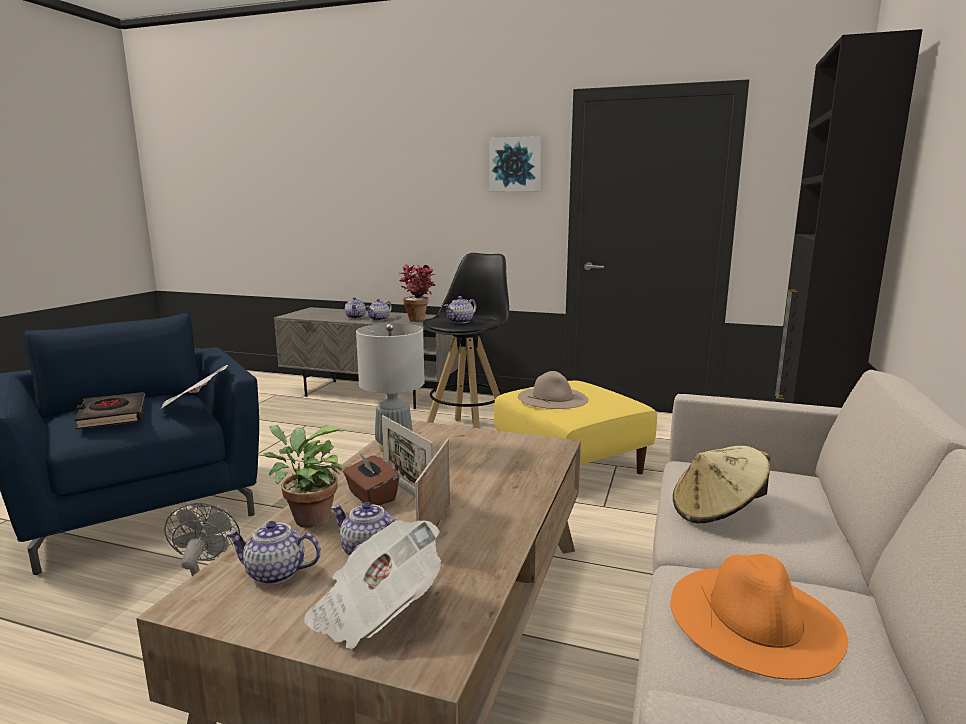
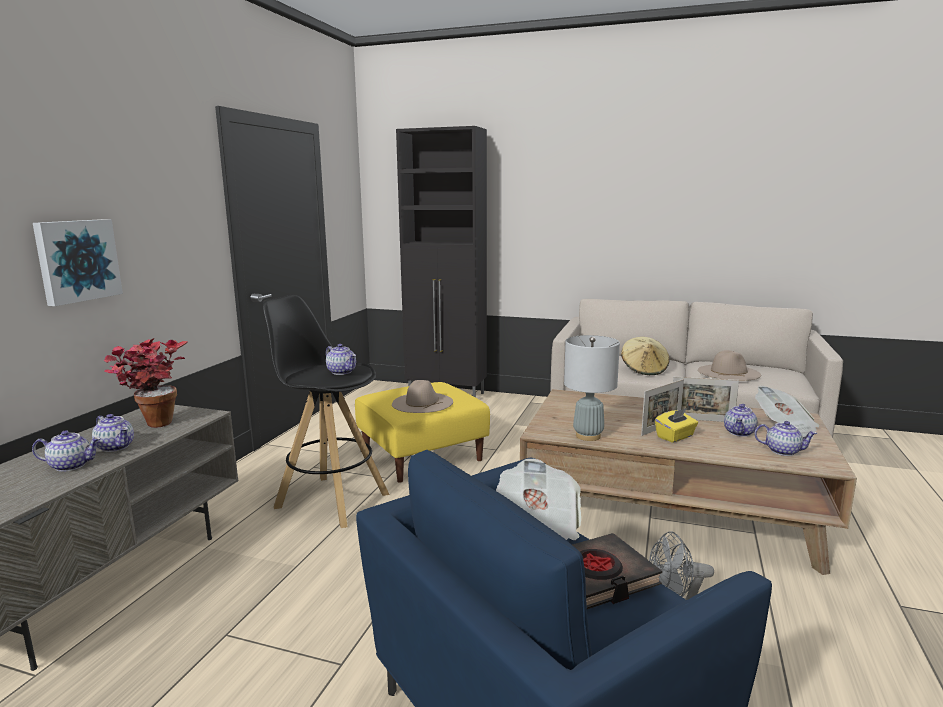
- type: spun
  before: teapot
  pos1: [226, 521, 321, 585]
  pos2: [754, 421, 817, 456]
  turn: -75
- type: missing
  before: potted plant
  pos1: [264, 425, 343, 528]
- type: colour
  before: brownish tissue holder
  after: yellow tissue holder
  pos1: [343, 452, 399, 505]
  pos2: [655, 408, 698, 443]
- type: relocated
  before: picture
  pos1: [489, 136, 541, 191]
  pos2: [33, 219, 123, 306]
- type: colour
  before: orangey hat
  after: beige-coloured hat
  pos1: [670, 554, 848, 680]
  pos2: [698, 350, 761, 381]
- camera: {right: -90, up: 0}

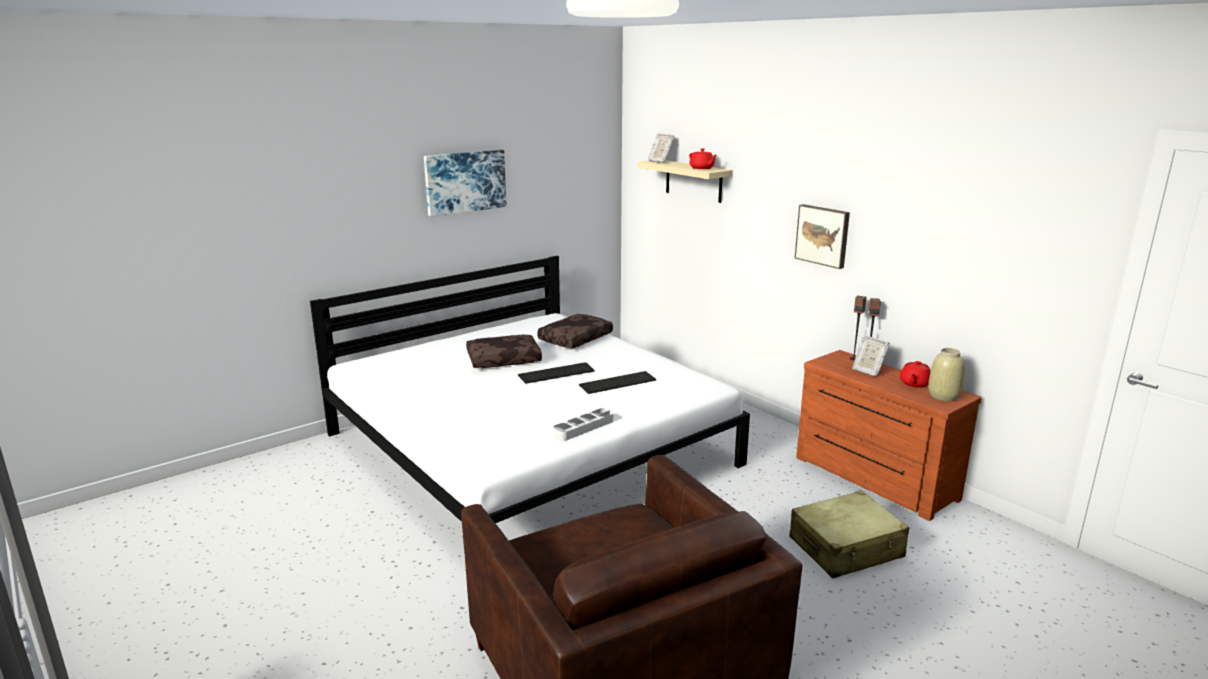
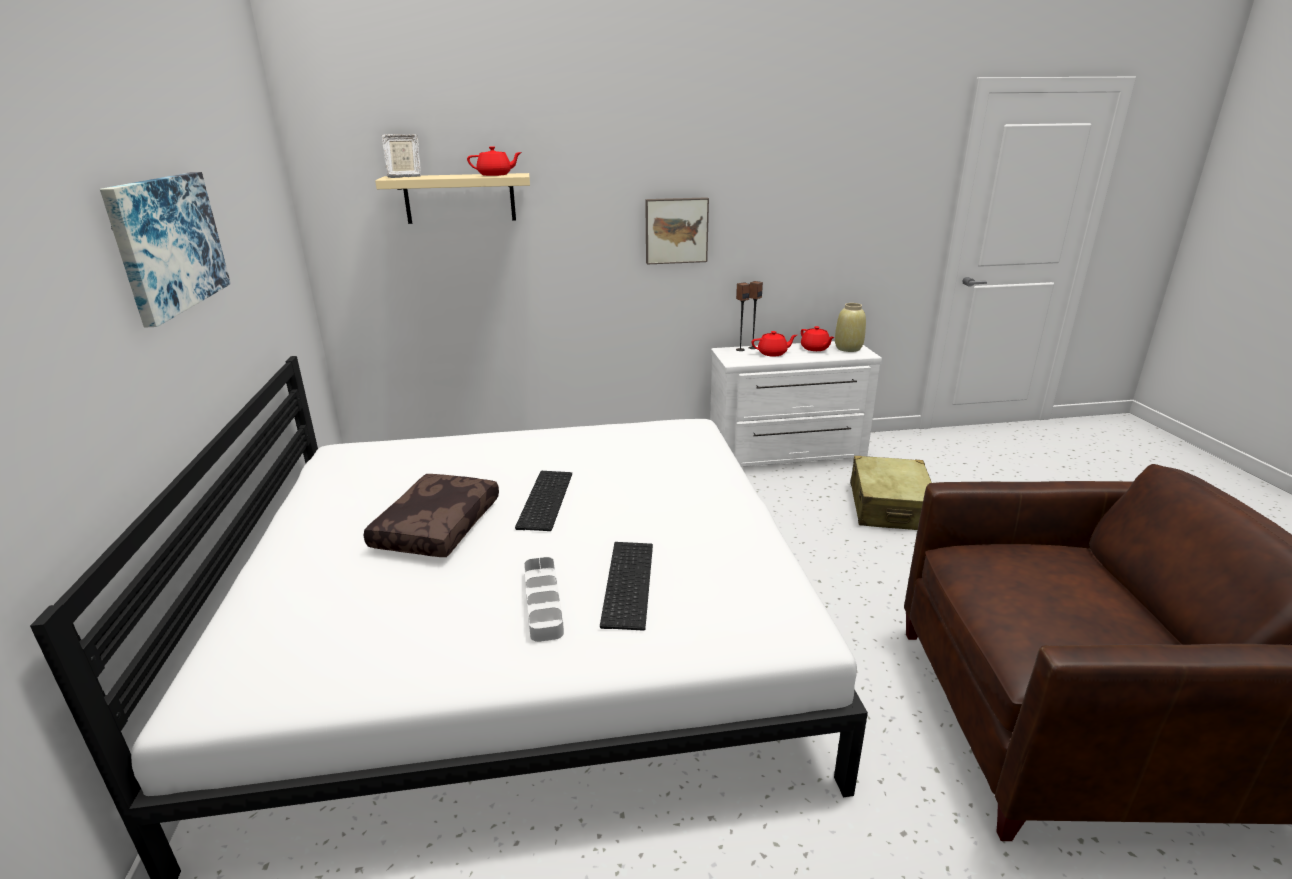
- type: missing
  before: brownish pillow
  pos1: [537, 314, 613, 348]
- type: relocated
  before: greyish serving tray
  pos1: [553, 408, 614, 441]
  pos2: [524, 557, 564, 642]
- type: relocated
  before: keyboard
  pos1: [579, 371, 656, 394]
  pos2: [600, 542, 653, 631]
- type: colour
  before: brownish chest of drawers
  after: whitish chest of drawers
  pos1: [796, 350, 982, 521]
  pos2: [710, 341, 882, 467]
- type: exchanged
  before: picture frame
  after: red-coloured teapot
  pos1: [852, 335, 890, 377]
  pos2: [752, 331, 797, 356]
- camera: {right: -60, up: 5}

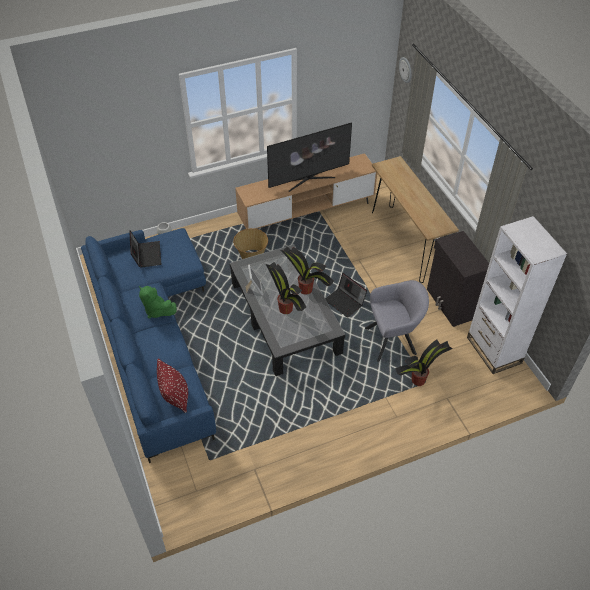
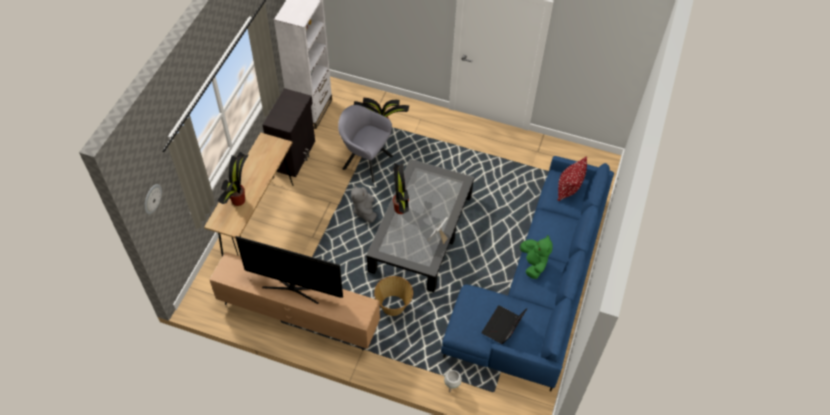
- type: relocated
  before: potted plant
  pos1: [266, 262, 306, 314]
  pos2: [218, 152, 248, 206]
- type: exchanged
  before: notebook computer
  after: greyish cuddly toy
  pos1: [325, 273, 367, 318]
  pos2: [351, 185, 377, 223]
- camera: {right: -140, up: 5}

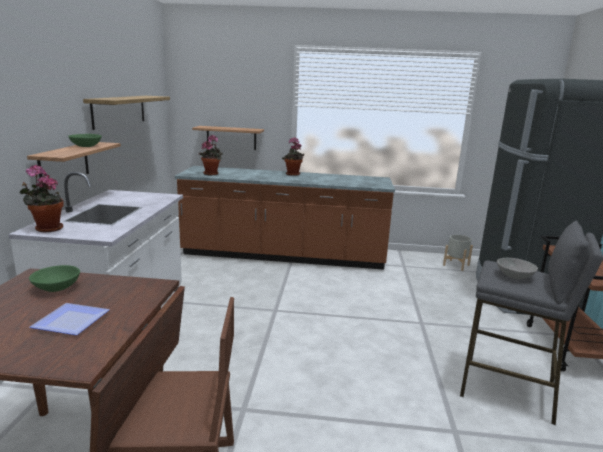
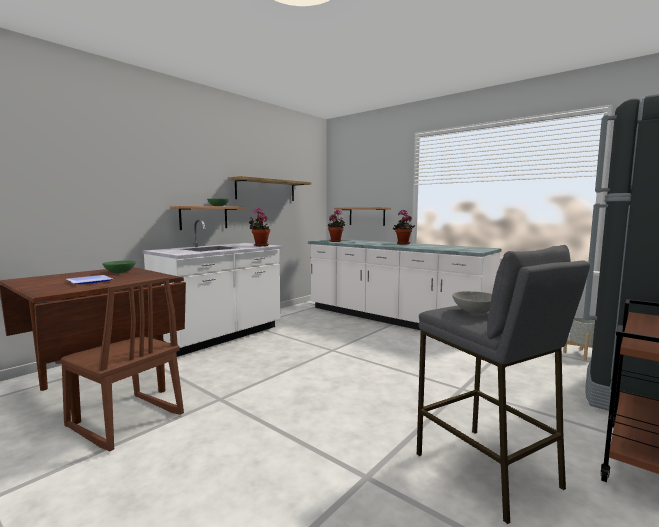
- type: relocated
  before: potted plant
  pos1: [19, 165, 64, 232]
  pos2: [249, 208, 270, 246]
- type: colour
  before: brownish kitchen base unit
  after: whitish kitchen base unit
  pos1: [175, 166, 395, 270]
  pos2: [308, 239, 501, 330]
- camera: {right: 35, up: -10}

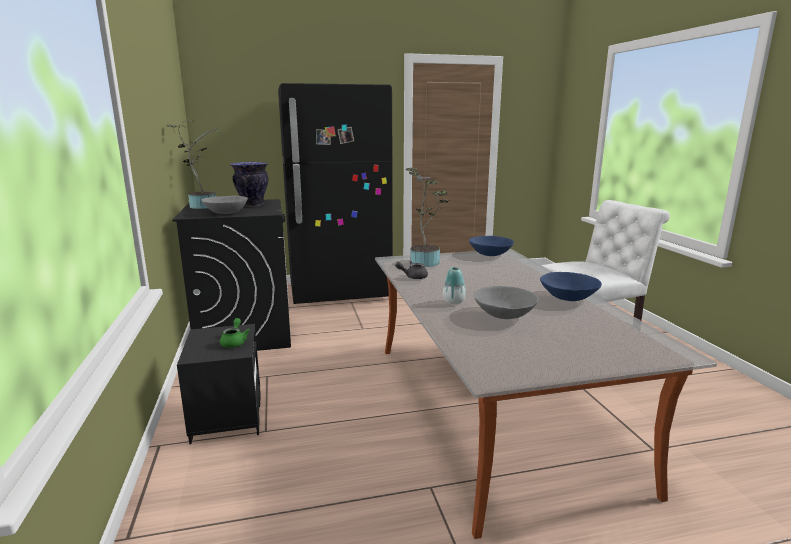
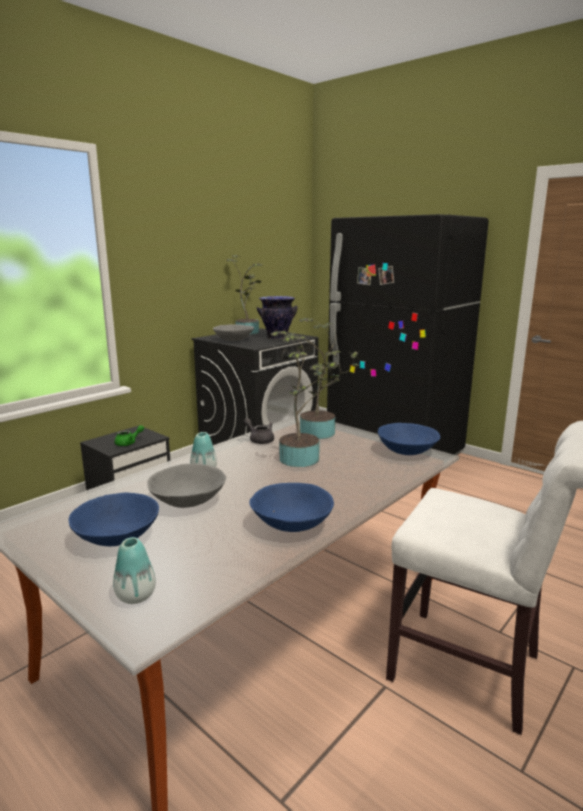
- type: appeared
  after: blue-coloured bowl
  pos2: [68, 493, 159, 546]
- type: appeared
  after: flower vase
  pos2: [113, 537, 156, 604]
- type: appeared
  after: potted plant
  pos2: [270, 331, 340, 467]
- camera: {right: 55, up: 0}

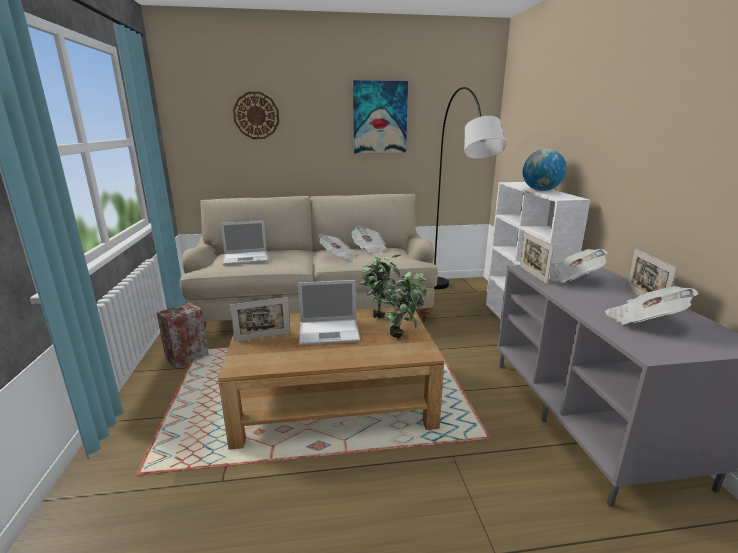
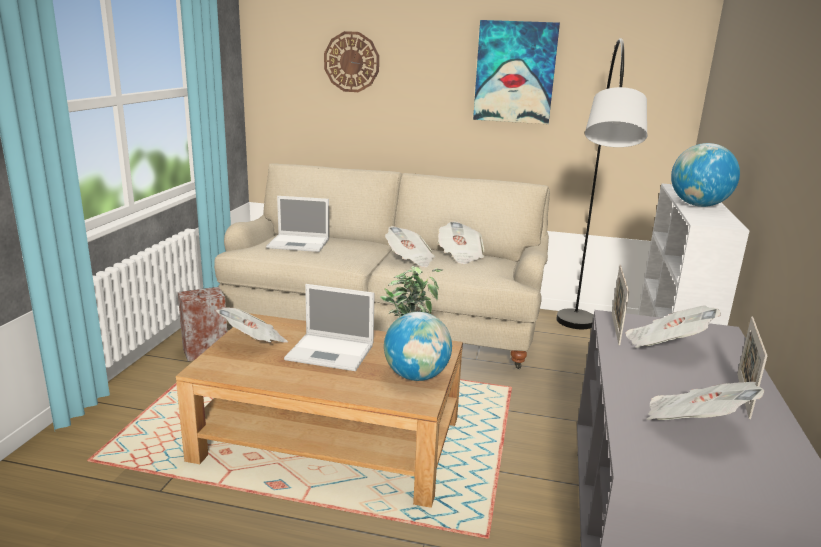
- type: exchanged
  before: picture frame
  after: printed paper
  pos1: [230, 297, 291, 342]
  pos2: [216, 308, 289, 343]
- type: exchanged
  before: potted plant
  after: desk globe
  pos1: [383, 272, 429, 338]
  pos2: [384, 312, 452, 381]
- camera: {right: 20, up: 0}

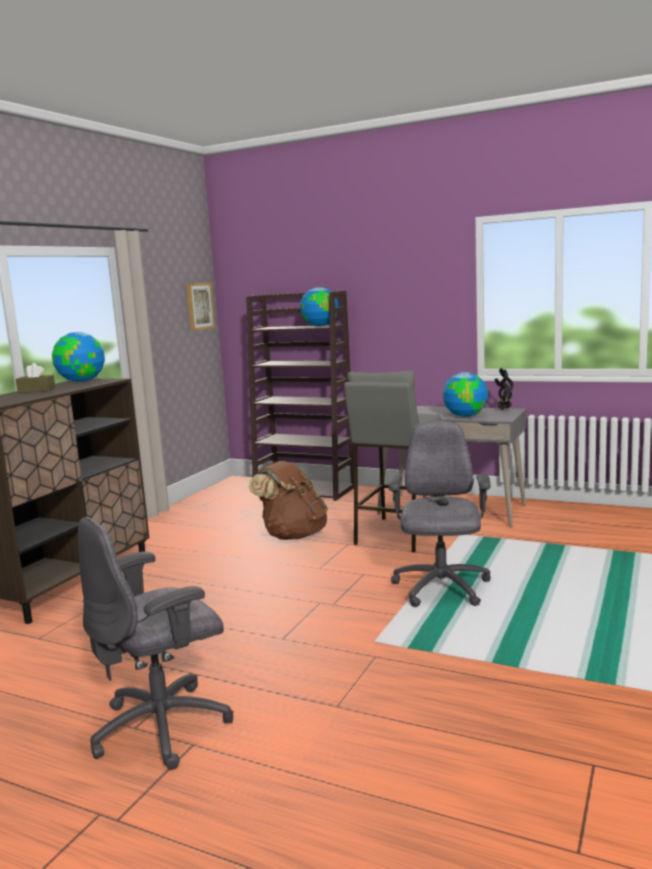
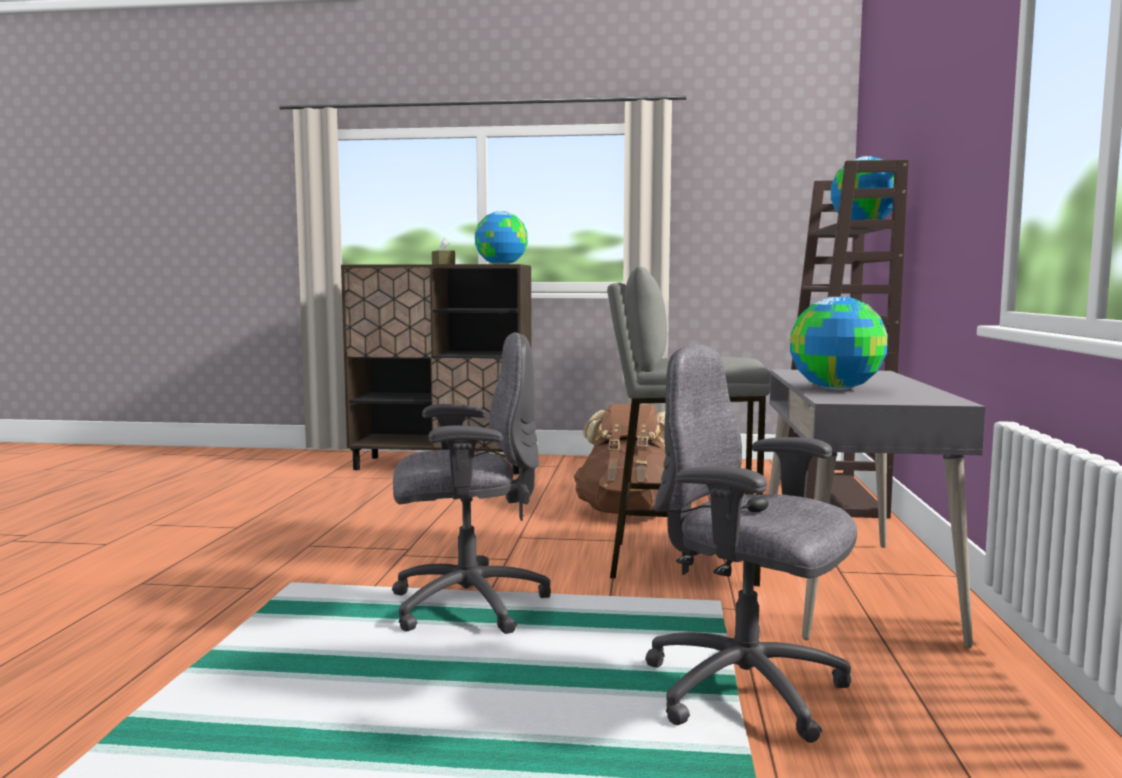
- type: relocated
  before: greyish desk chair
  pos1: [78, 516, 233, 770]
  pos2: [645, 344, 857, 743]
- type: missing
  before: picture
  pos1: [186, 283, 215, 331]
- type: missing
  before: potted plant
  pos1: [494, 368, 514, 410]
- camera: {right: 70, up: -5}

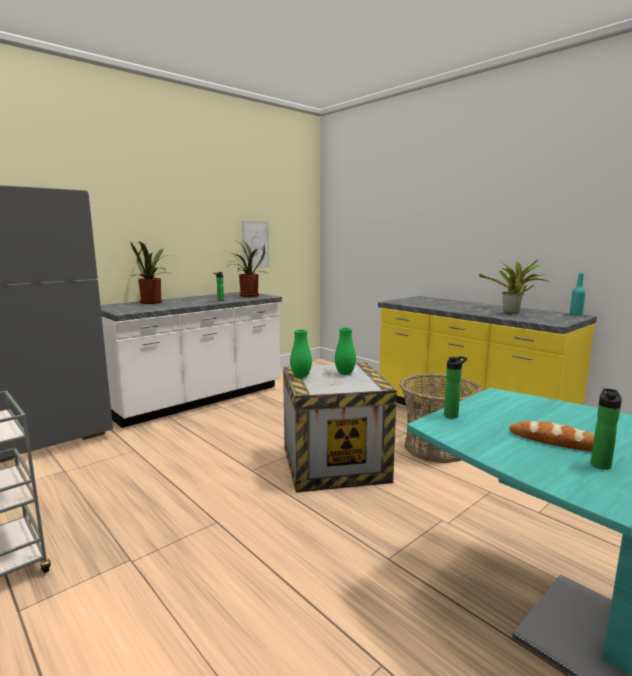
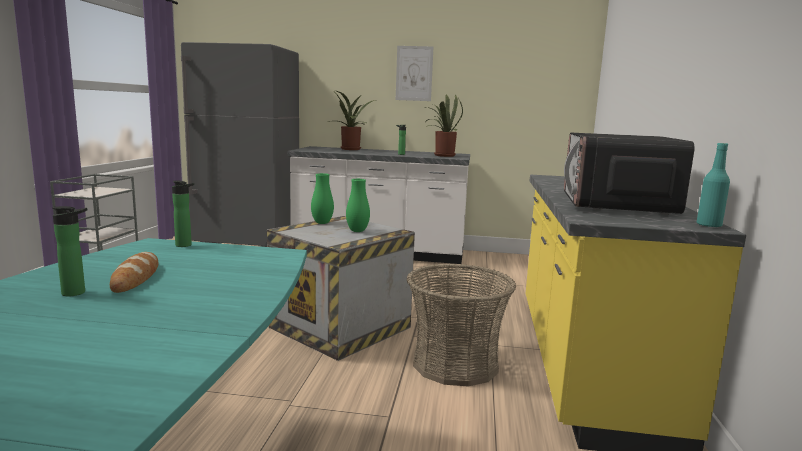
- type: relocated
  before: picture
  pos1: [242, 221, 270, 269]
  pos2: [396, 46, 433, 101]
- type: exchanged
  before: potted plant
  after: microwave
  pos1: [479, 259, 550, 314]
  pos2: [564, 133, 695, 215]
- camera: {right: 50, up: 0}

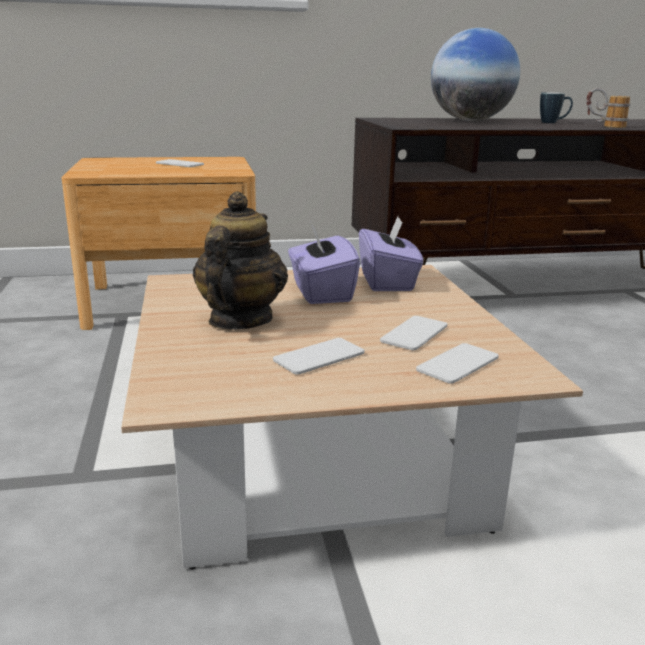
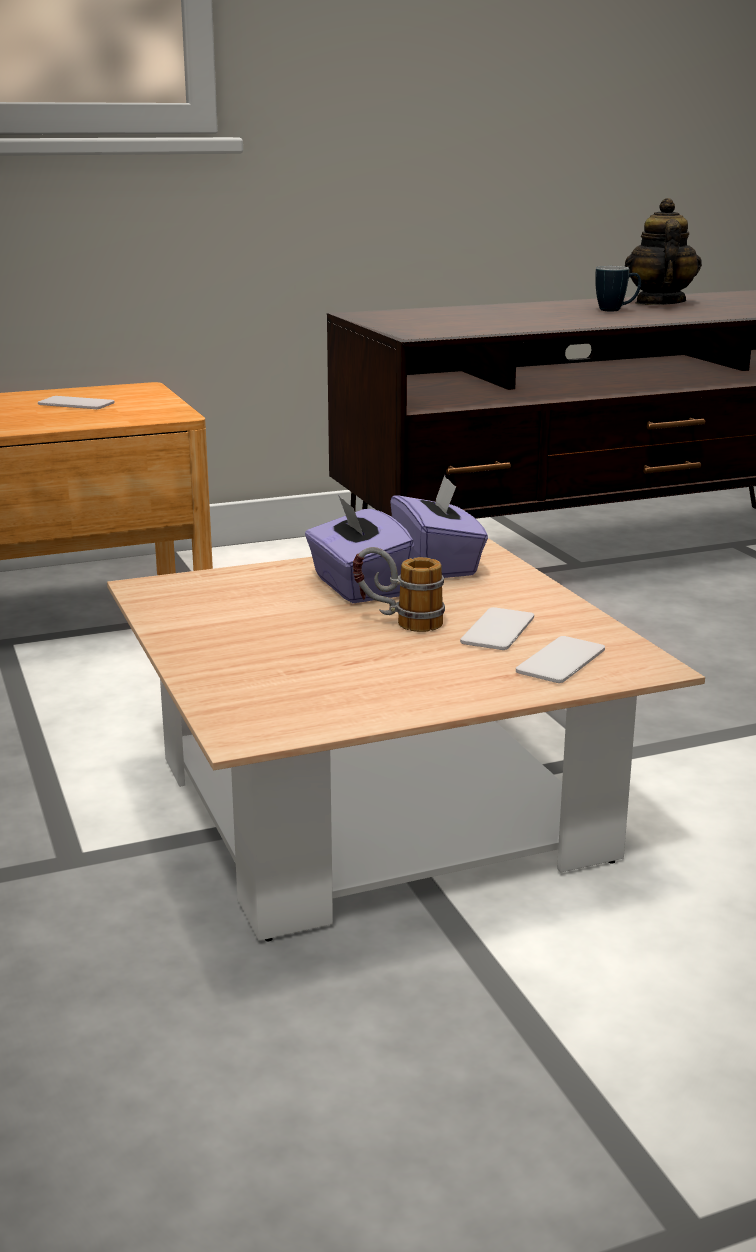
- type: relocated
  before: teapot
  pos1: [193, 191, 288, 330]
  pos2: [625, 198, 702, 305]
- type: missing
  before: phone
  pos1: [273, 338, 365, 374]
- type: missing
  before: desk globe
  pos1: [431, 28, 520, 121]
- type: relocated
  before: coffee mug
  pos1: [586, 88, 630, 128]
  pos2: [353, 547, 445, 632]
- camera: {right: -10, up: 0}

